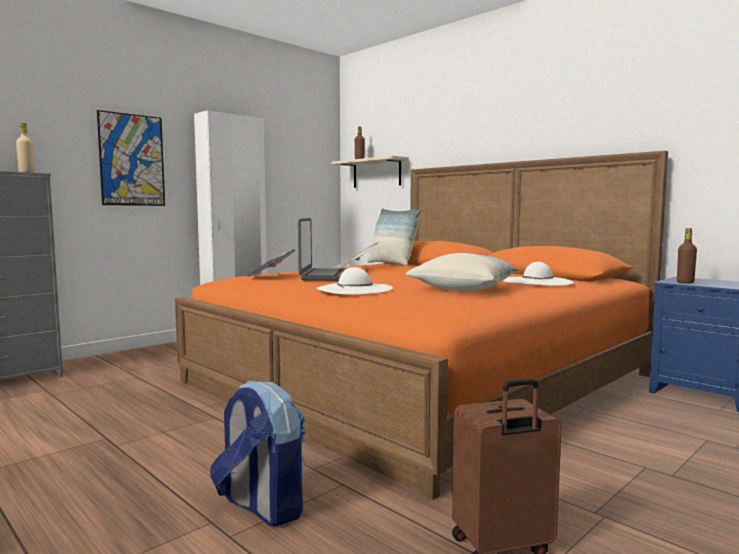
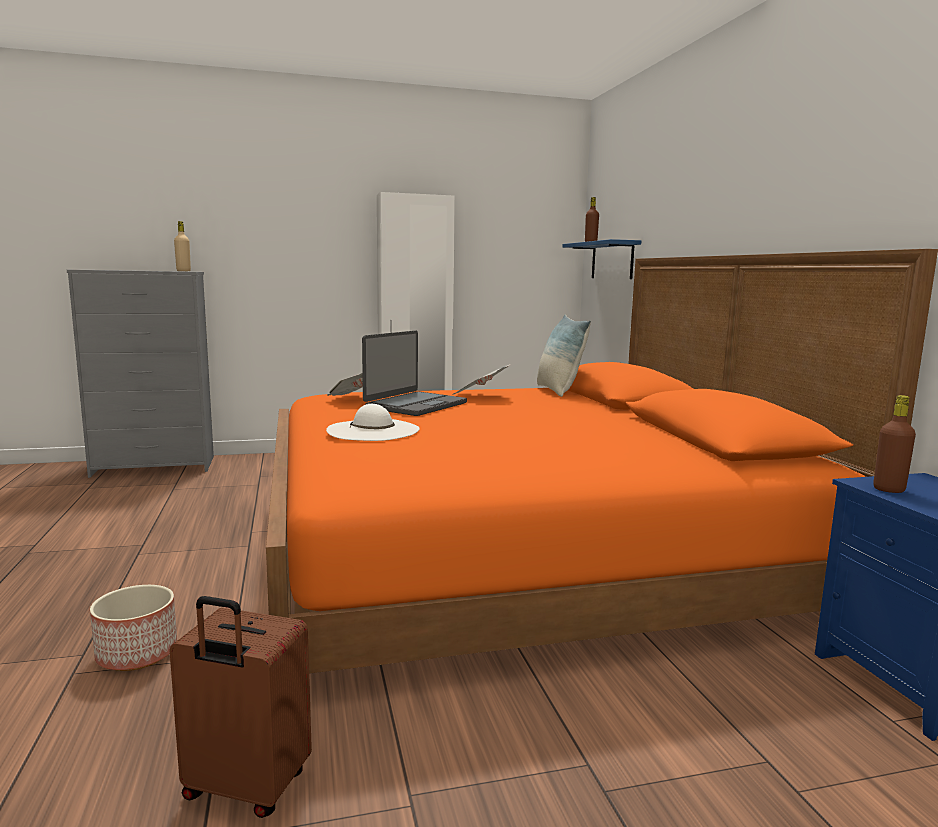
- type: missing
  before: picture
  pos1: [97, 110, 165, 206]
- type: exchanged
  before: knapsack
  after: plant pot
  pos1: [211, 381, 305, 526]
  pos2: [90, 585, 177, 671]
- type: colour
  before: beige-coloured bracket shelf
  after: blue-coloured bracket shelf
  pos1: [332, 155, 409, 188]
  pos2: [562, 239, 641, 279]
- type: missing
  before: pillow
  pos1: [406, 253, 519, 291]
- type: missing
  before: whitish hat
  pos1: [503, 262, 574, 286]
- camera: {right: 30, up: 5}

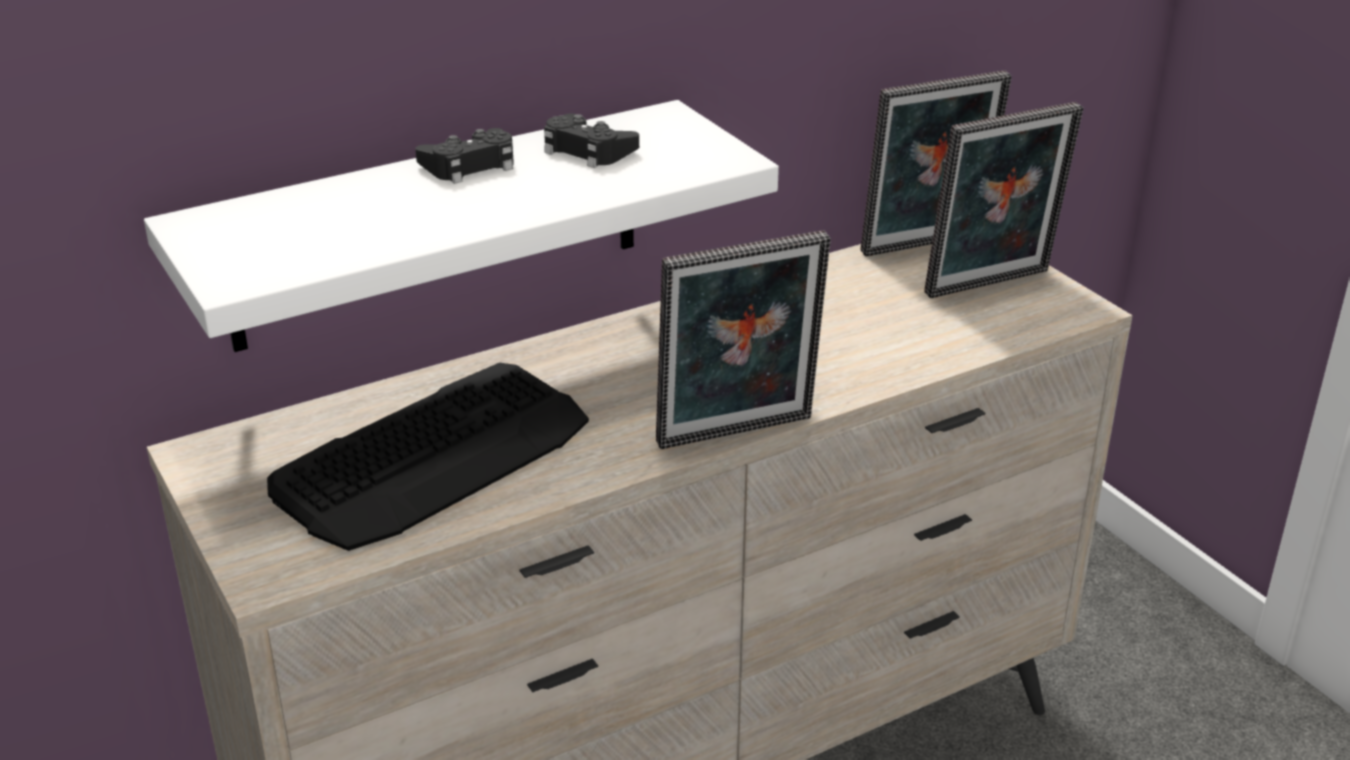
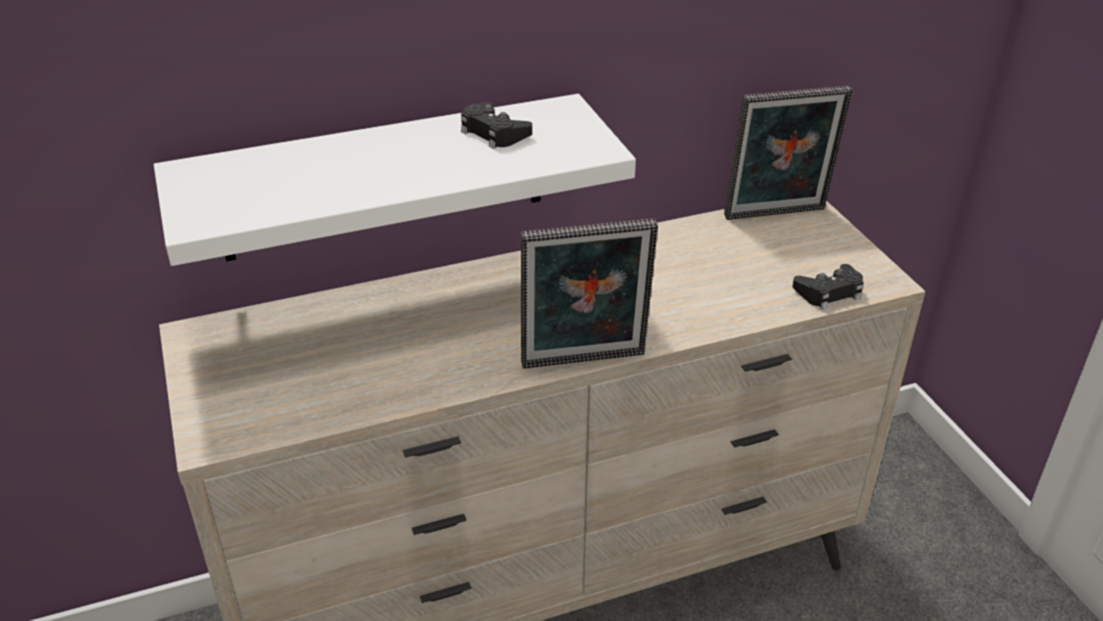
- type: missing
  before: keyboard
  pos1: [267, 363, 589, 551]
- type: relocated
  before: black joypad
  pos1: [415, 128, 514, 184]
  pos2: [792, 264, 864, 309]
- type: missing
  before: picture frame
  pos1: [924, 102, 1083, 298]
- camera: {right: 10, up: 5}

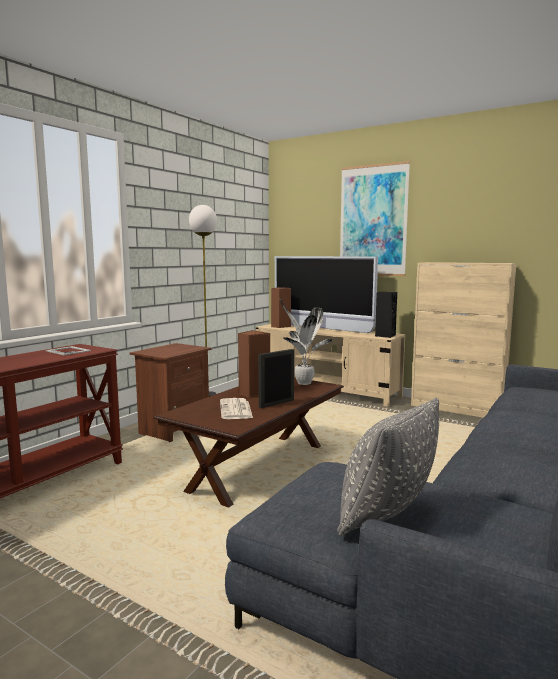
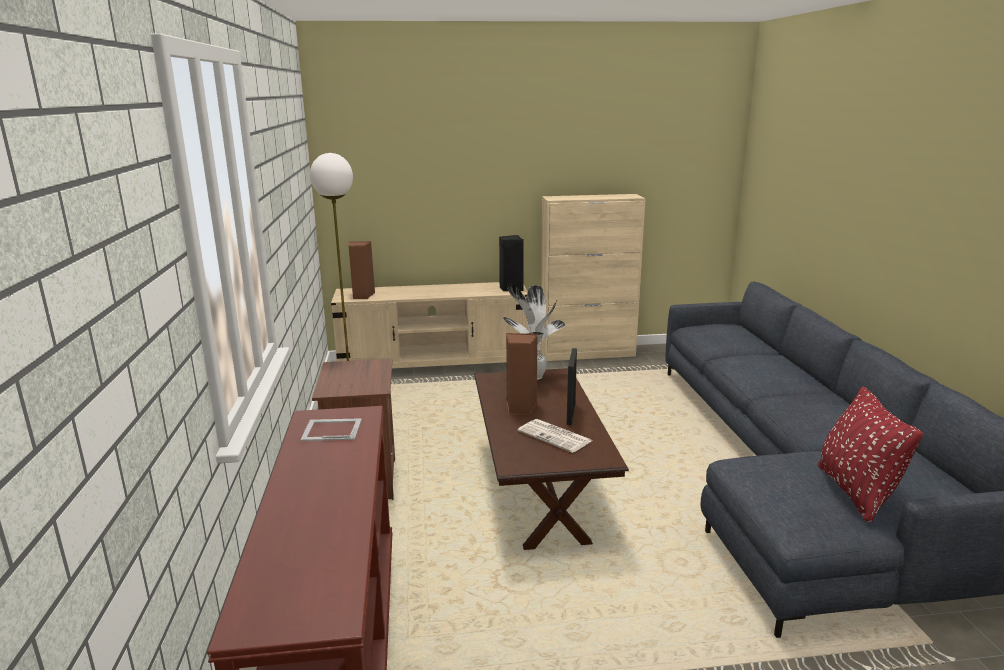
- type: missing
  before: TV
  pos1: [275, 256, 378, 333]
- type: colour
  before: greyish pillow
  after: red-coloured pillow
  pos1: [337, 398, 439, 536]
  pos2: [818, 386, 923, 522]
- type: missing
  before: picture
  pos1: [340, 161, 410, 276]
- camera: {right: -40, up: 10}

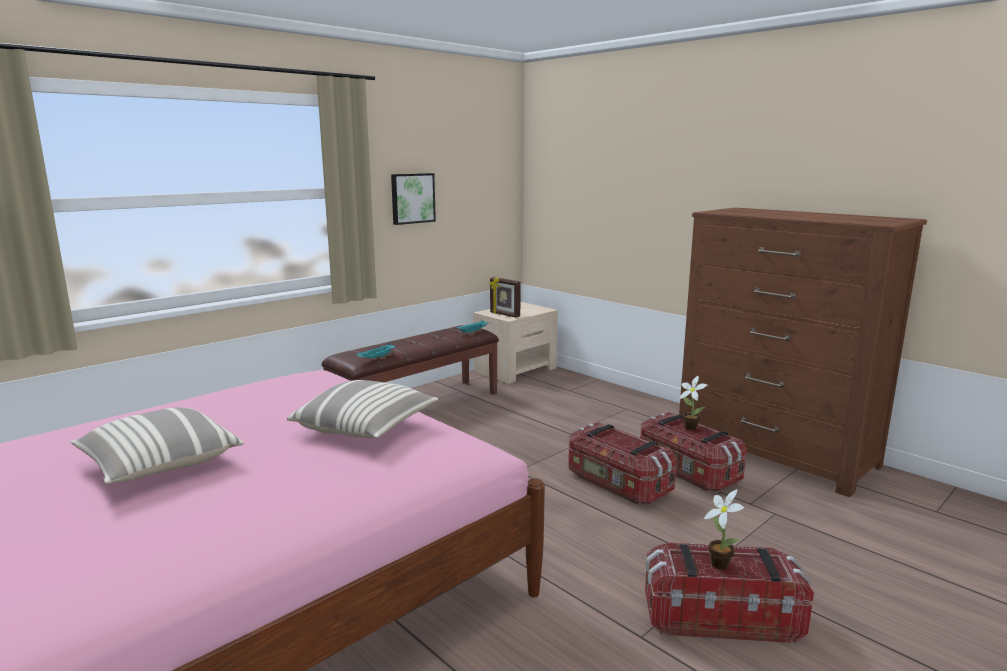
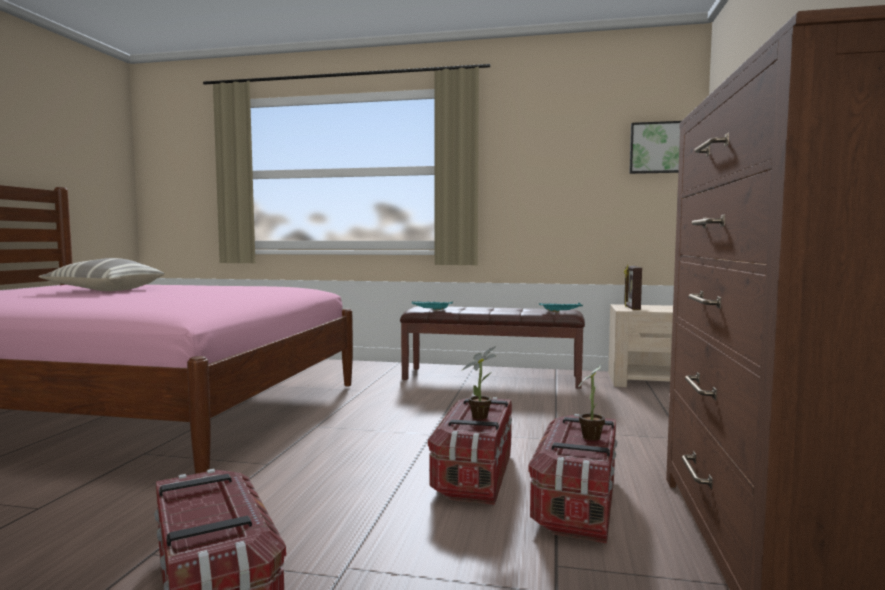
- type: missing
  before: pillow
  pos1: [287, 380, 439, 438]
- type: relocated
  before: picture
  pos1: [391, 173, 436, 225]
  pos2: [629, 121, 681, 174]
- type: relocated
  before: potted plant
  pos1: [704, 489, 744, 570]
  pos2: [462, 346, 496, 419]
- camera: {right: 55, up: -10}

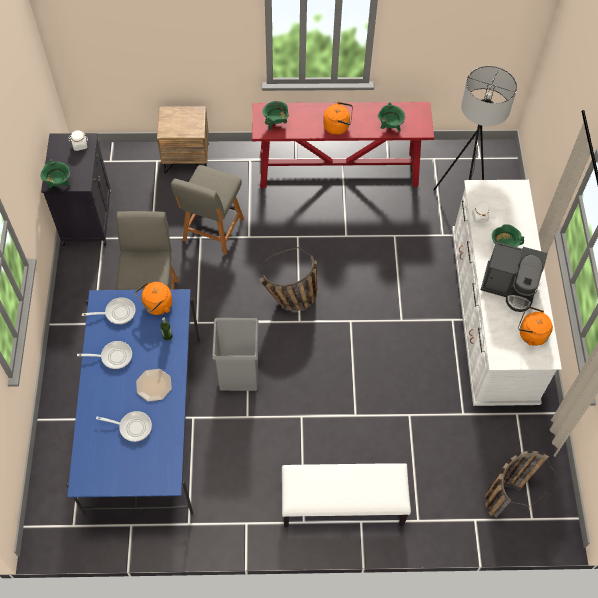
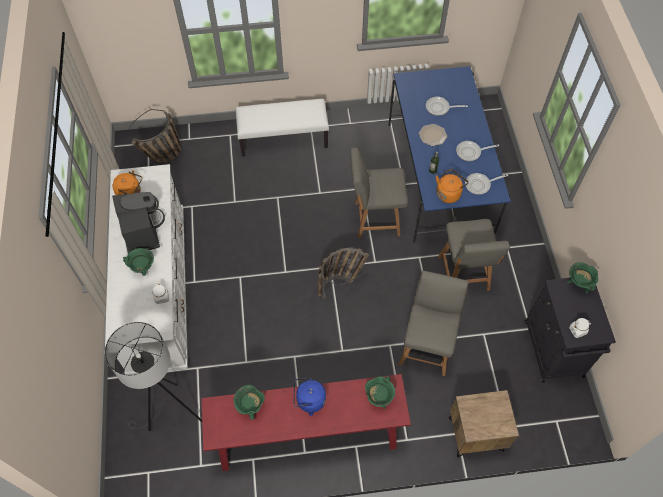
- type: exchanged
  before: greyish trash can
  after: greyish chair
  pos1: [212, 318, 258, 391]
  pos2: [350, 147, 408, 238]
- type: colour
  before: orangey tea kettle
  after: blue-coloured tea kettle
  pos1: [323, 101, 353, 135]
  pos2: [294, 378, 326, 416]
- type: spun
  before: coffee machine
  pos1: [481, 242, 548, 312]
  pos2: [112, 192, 165, 254]
  turn: 60
- camera: {right: 175, up: 0}

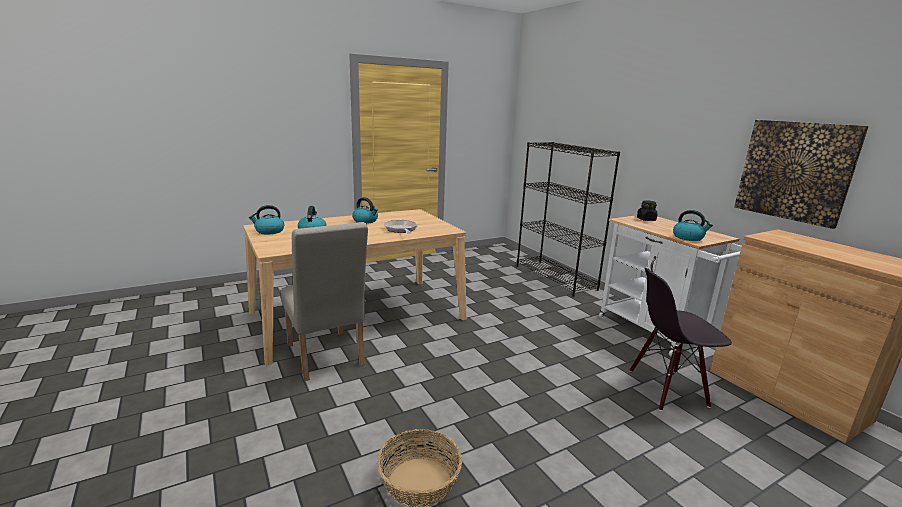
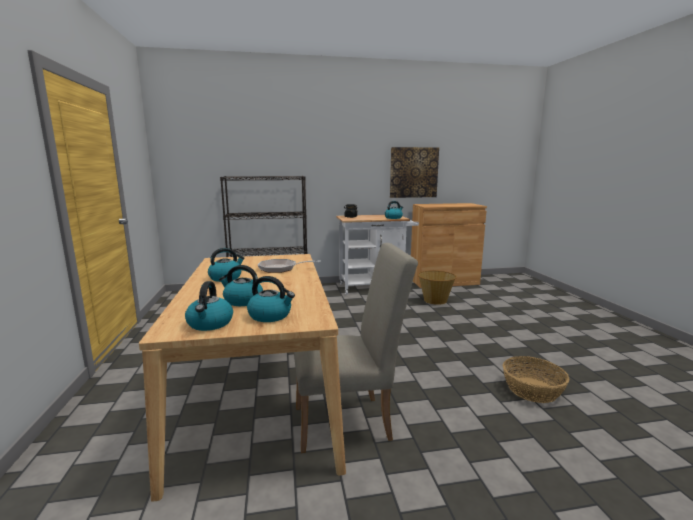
- type: exchanged
  before: black chair
  after: basket
  pos1: [630, 268, 732, 411]
  pos2: [418, 270, 457, 305]
- type: appeared
  after: tea kettle
  pos2: [247, 276, 295, 322]
- camera: {right: -70, up: -5}

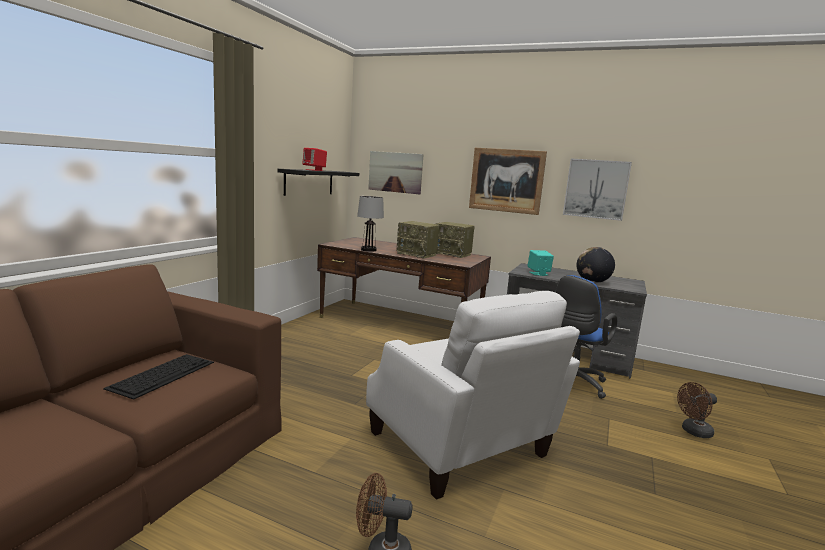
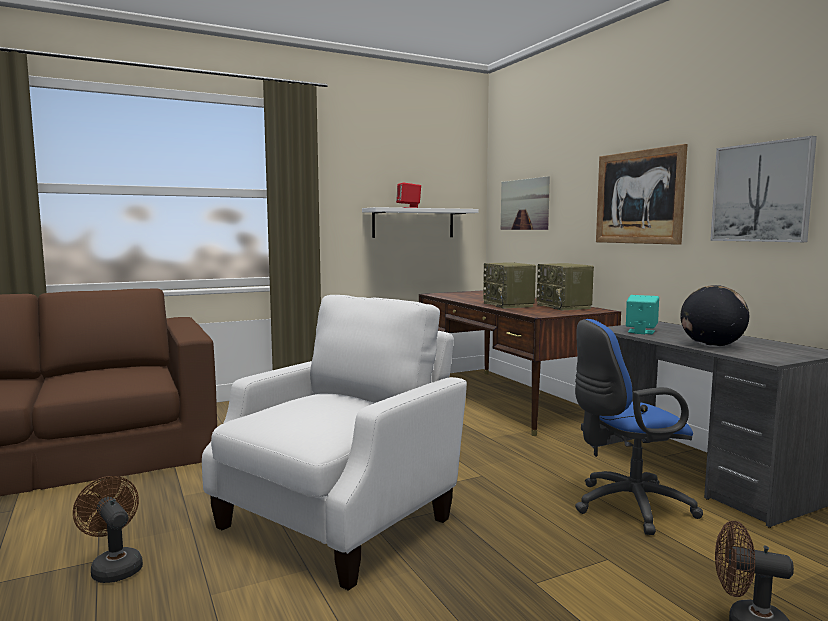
- type: missing
  before: keyboard
  pos1: [103, 354, 214, 400]
- type: colour
  before: black bracket shelf
  after: whitish bracket shelf
  pos1: [277, 169, 359, 196]
  pos2: [362, 207, 479, 238]
- type: missing
  before: lamp for a table
  pos1: [357, 196, 384, 252]
- type: spun
  before: whitish easy chair
  pos1: [366, 291, 580, 500]
  pos2: [202, 295, 467, 591]
  turn: -150
- camera: {right: 40, up: -5}

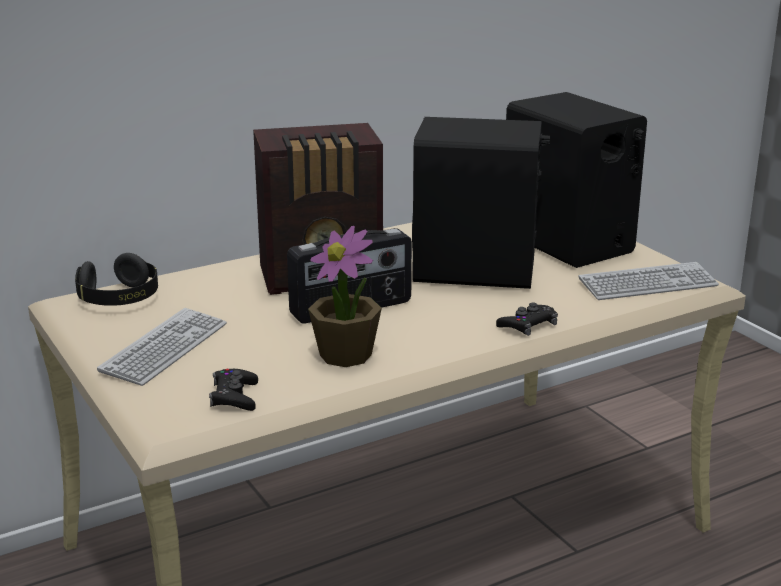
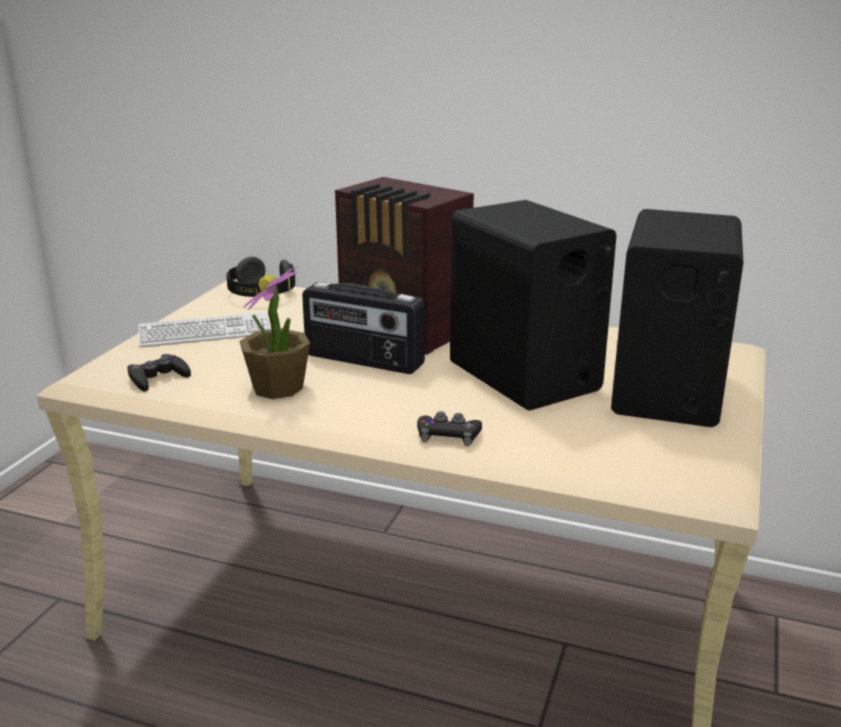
- type: missing
  before: keyboard
  pos1: [579, 262, 719, 300]
- camera: {right: 50, up: 0}

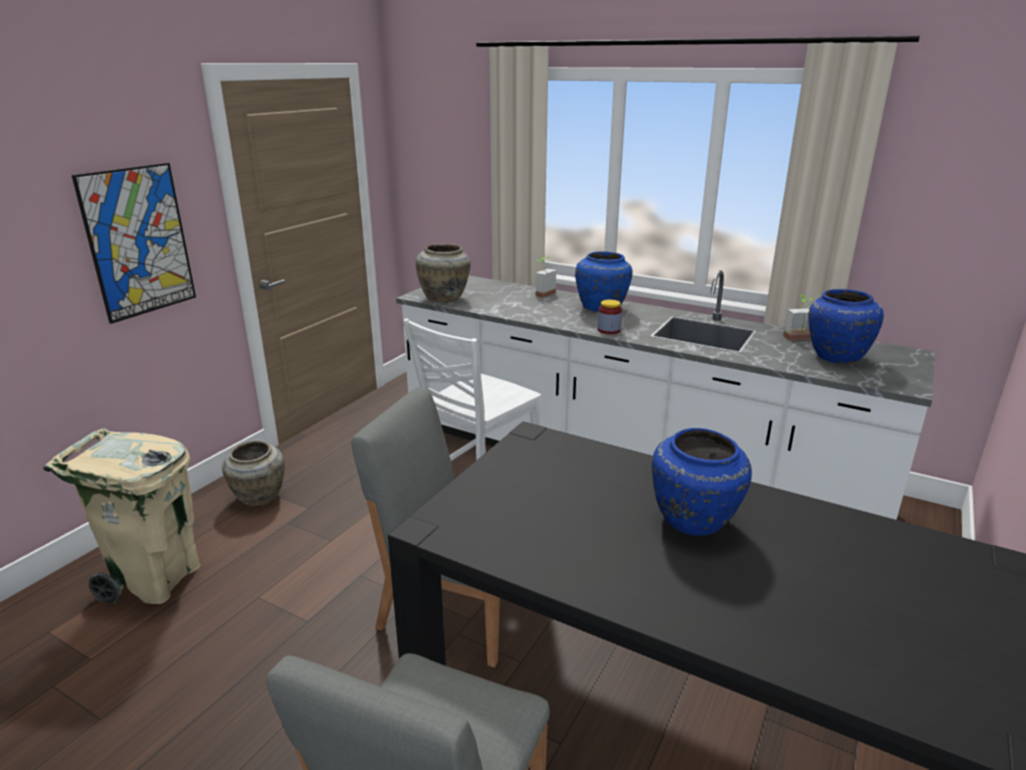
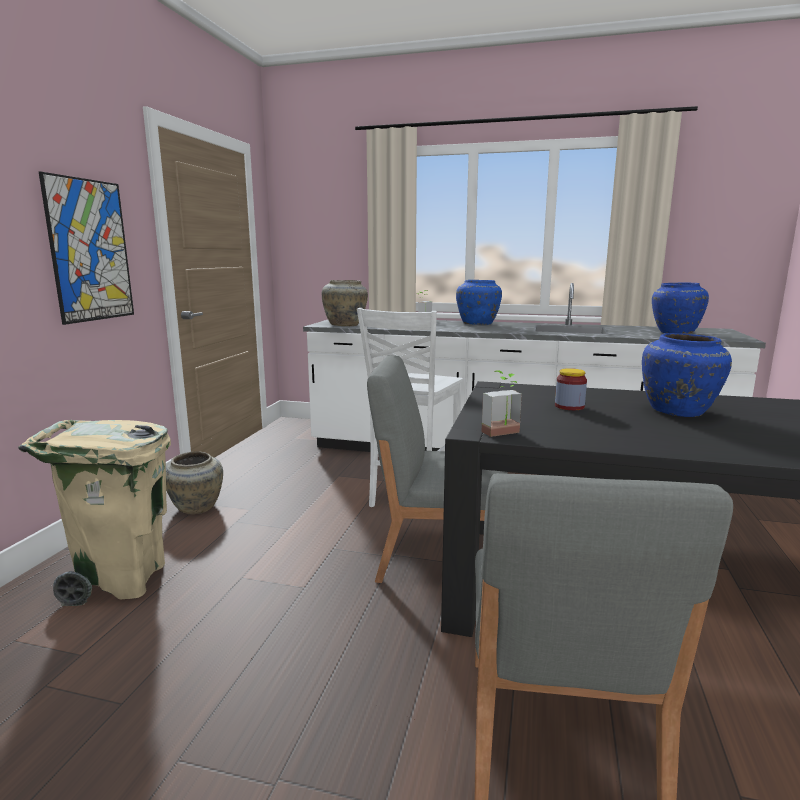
- type: relocated
  before: preserve jar
  pos1: [598, 300, 622, 334]
  pos2: [555, 368, 587, 410]
- type: relocated
  before: potted plant
  pos1: [783, 295, 813, 340]
  pos2: [481, 370, 522, 437]
- camera: {right: -15, up: -10}

